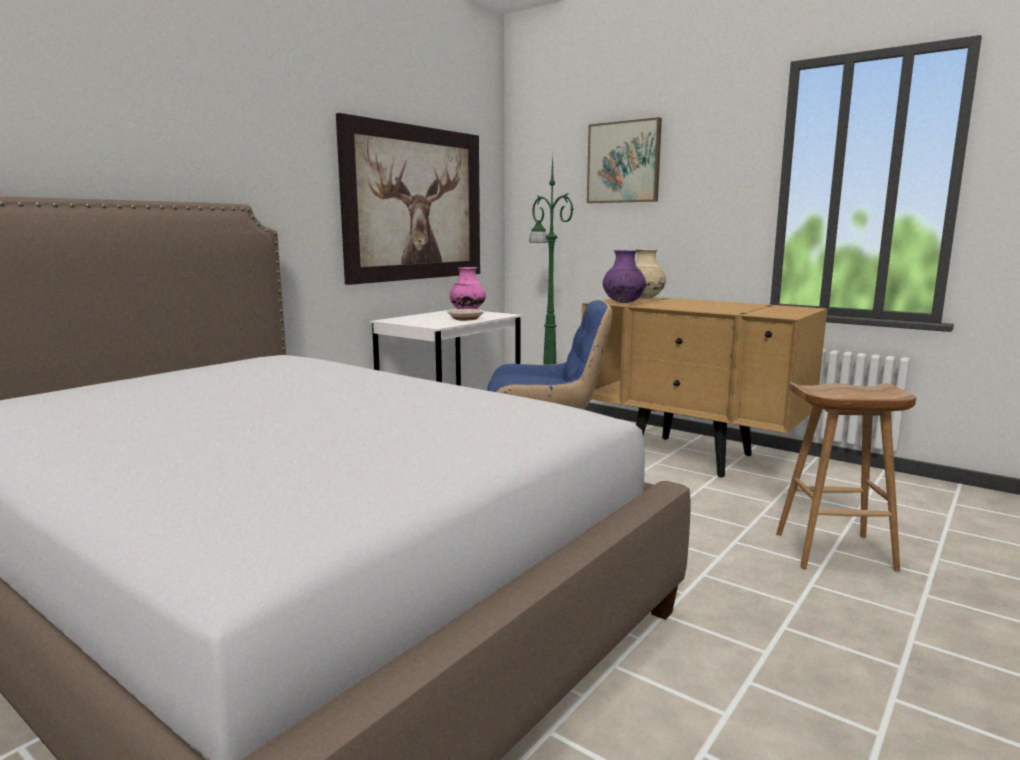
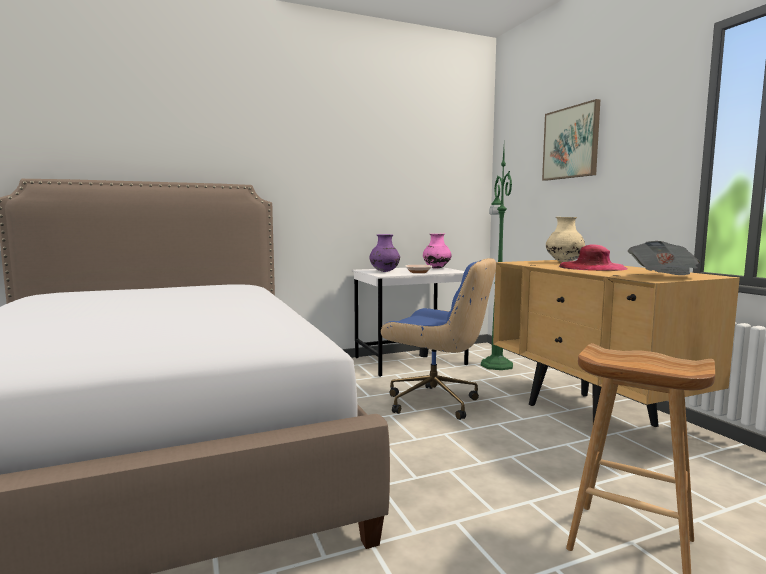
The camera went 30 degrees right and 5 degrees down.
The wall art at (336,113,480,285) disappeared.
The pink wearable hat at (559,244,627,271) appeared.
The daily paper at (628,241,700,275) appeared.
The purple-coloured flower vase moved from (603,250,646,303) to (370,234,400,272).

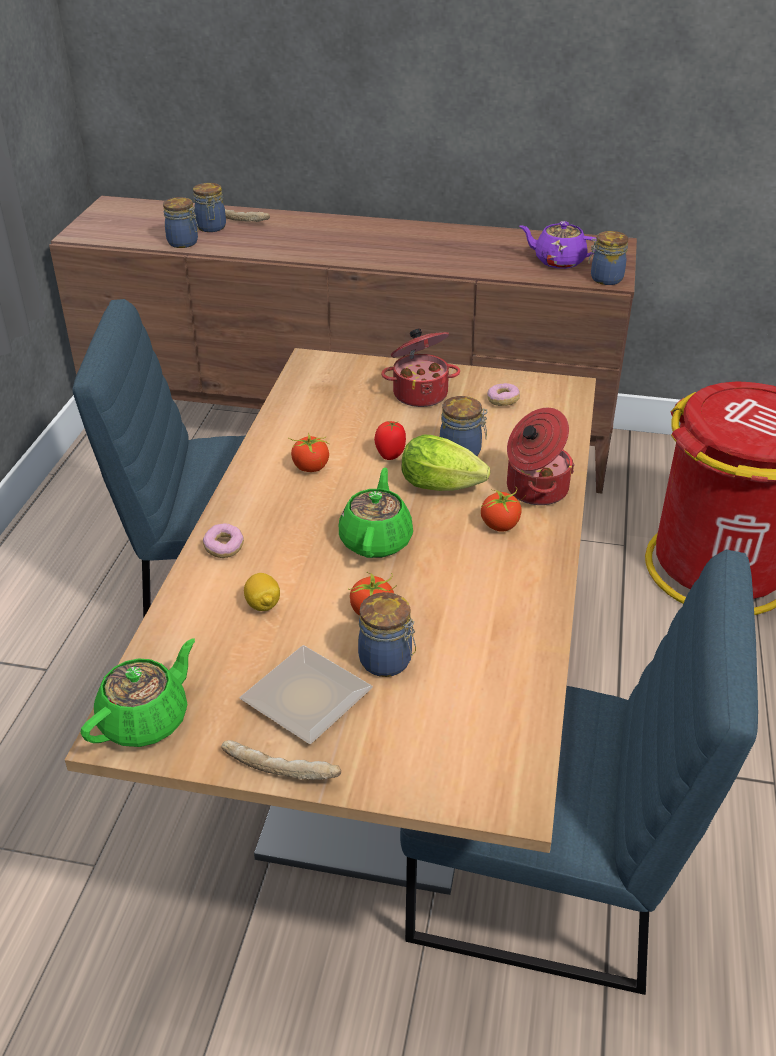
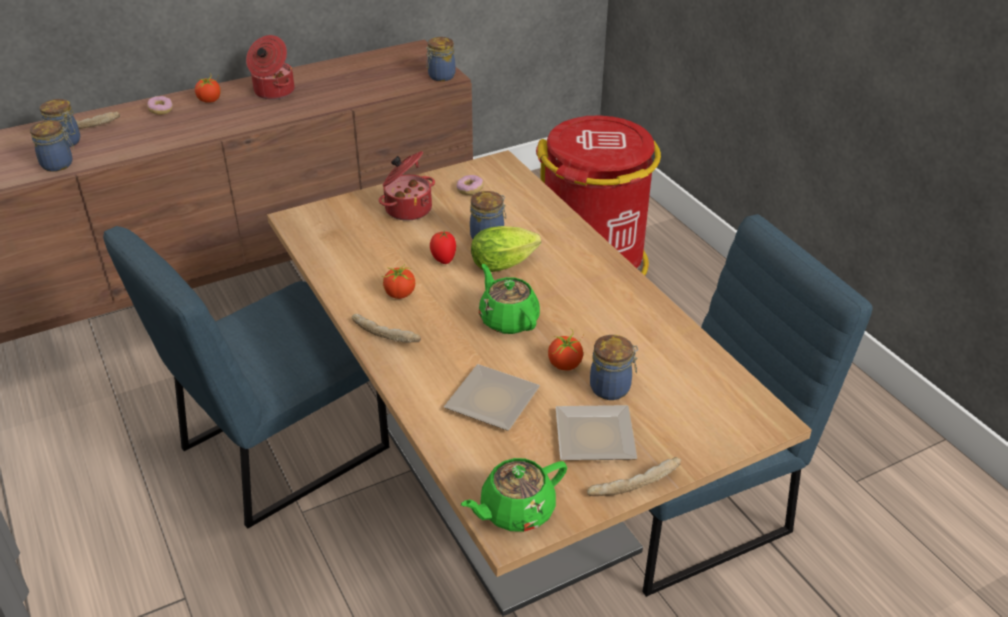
The camera went 40 degrees left and 0 degrees up.
The purple-coloured tea pot at (519,221,596,269) disappeared.
The bread at (352,314,421,343) appeared.
The donut moved from (203,523,244,558) to (147,96,173,115).
The fresh tomato moved from (481,487,525,532) to (195,73,221,103).
The stockpot moved from (507,408,575,505) to (246,35,295,100).
The lemon at (244,573,280,611) was replaced by the dinner plate at (444,364,540,431).
The greenish tea pot at (80,639,195,747) turned 120 degrees counterclockwise.

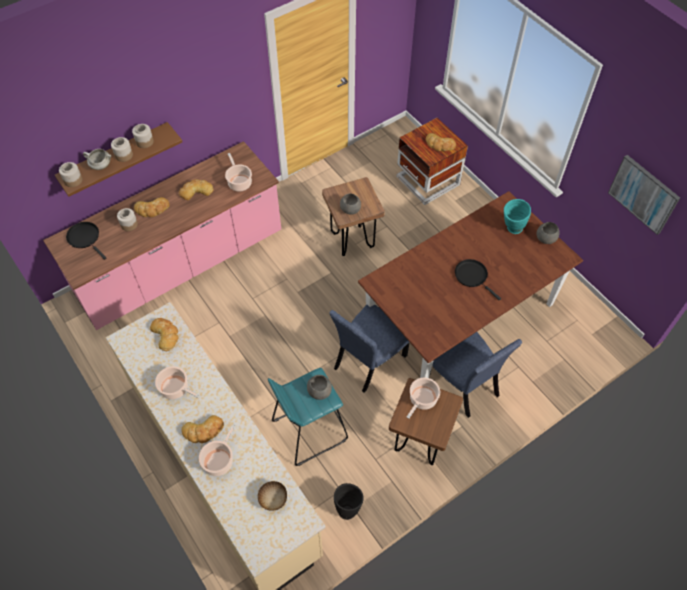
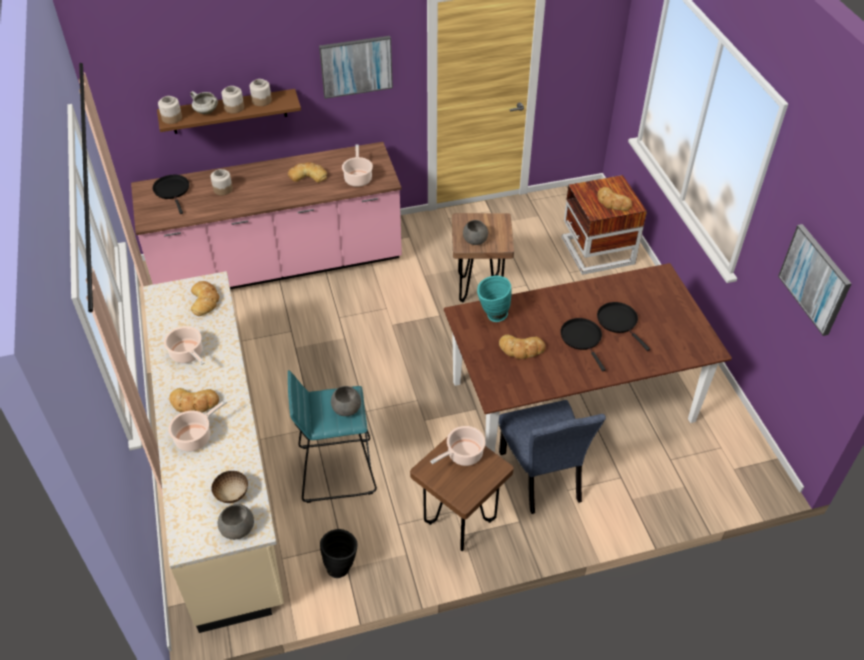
The camera went 20 degrees right and 10 degrees down.
The blue upright chair at (329,305,410,393) disappeared.
The wall art at (319,36,393,99) appeared.
The black-coloured pan at (597,302,650,351) appeared.
The bread moved from (134,197,170,217) to (499,335,545,359).
The blue-green flower vase moved from (504,199,531,234) to (477,276,512,322).
The grey deep dish moved from (537,222,559,244) to (218,504,254,540).

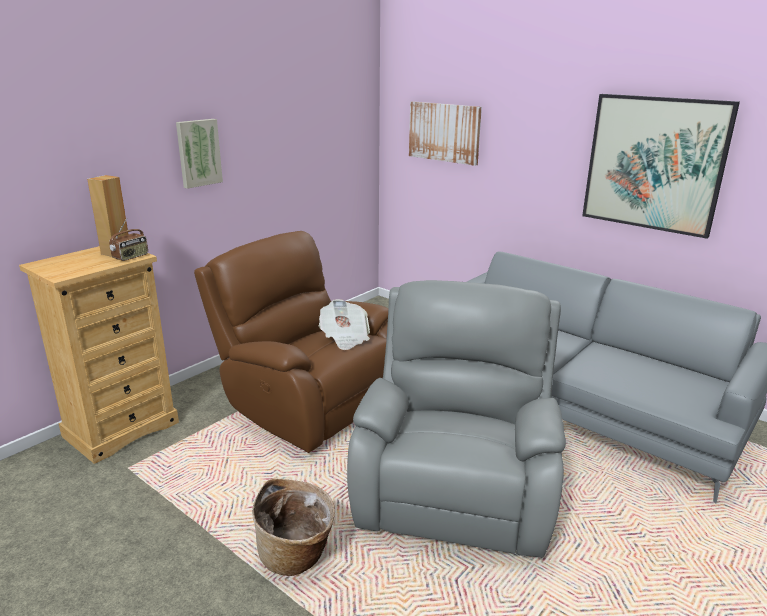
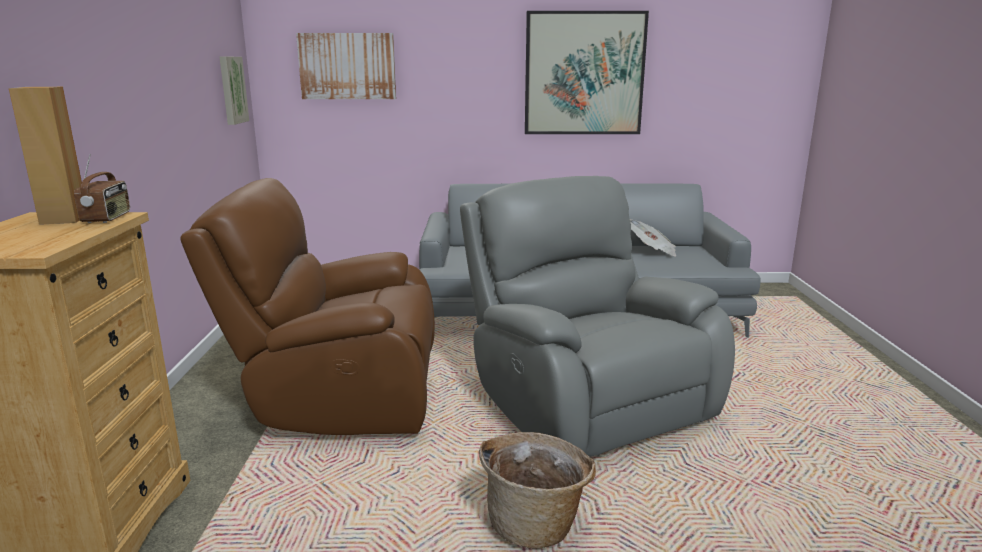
The camera went 40 degrees left and 5 degrees down.
The wall art moved from (176,119,223,189) to (219,56,249,125).
The daily paper moved from (319,299,370,350) to (630,219,676,257).

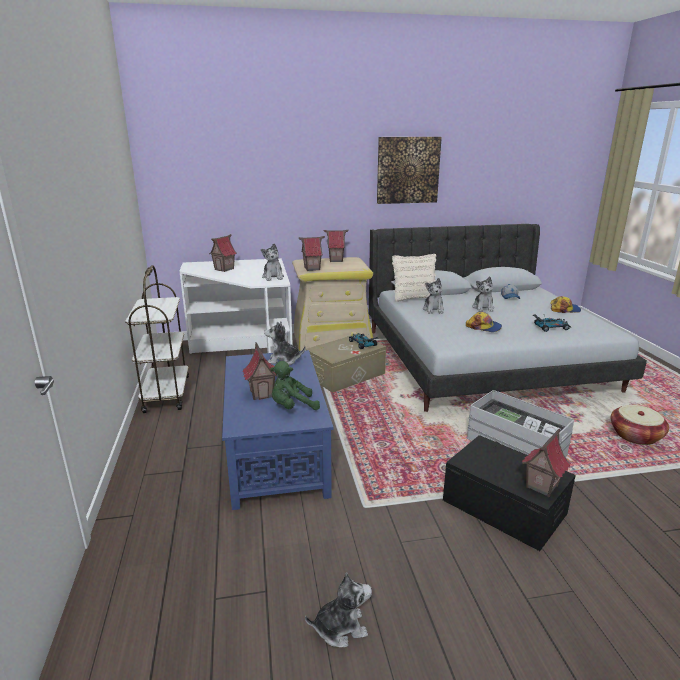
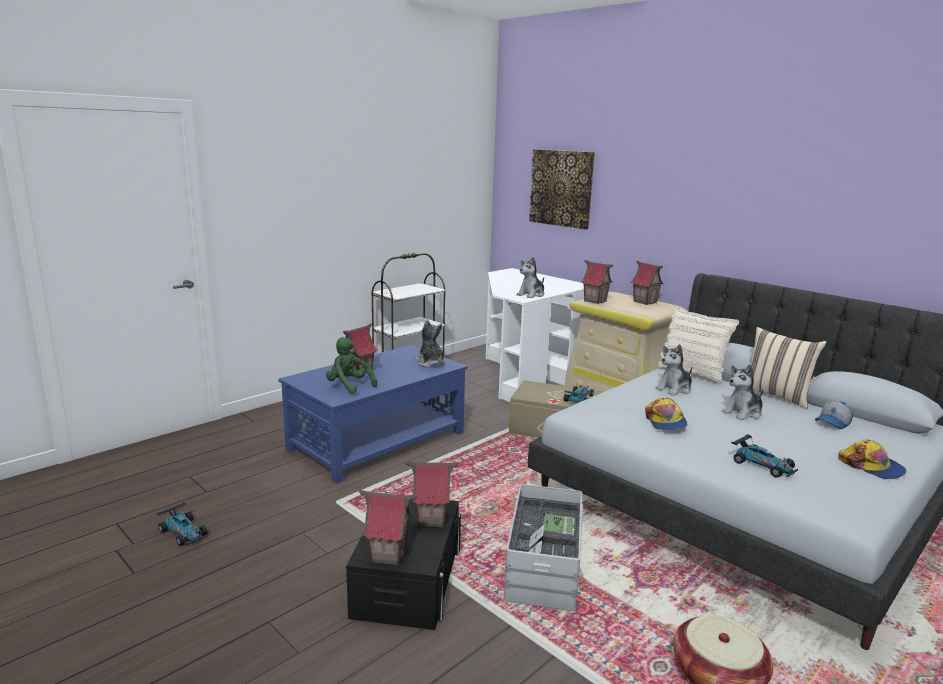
The camera went 55 degrees right and 5 degrees down.
The beige pillow at (750,327,827,409) appeared.
The miniature house moved from (209,234,237,272) to (405,461,459,528).
The wall art moved from (377,137,442,204) to (529,150,595,230).
The cuddly toy at (305,572,372,647) was replaced by the model car at (157,502,208,546).

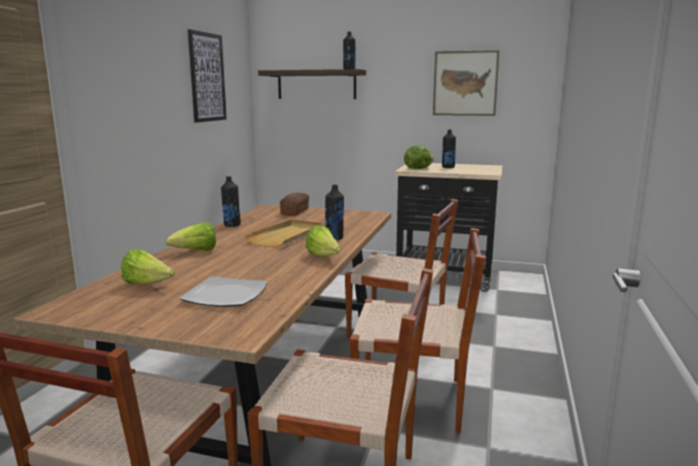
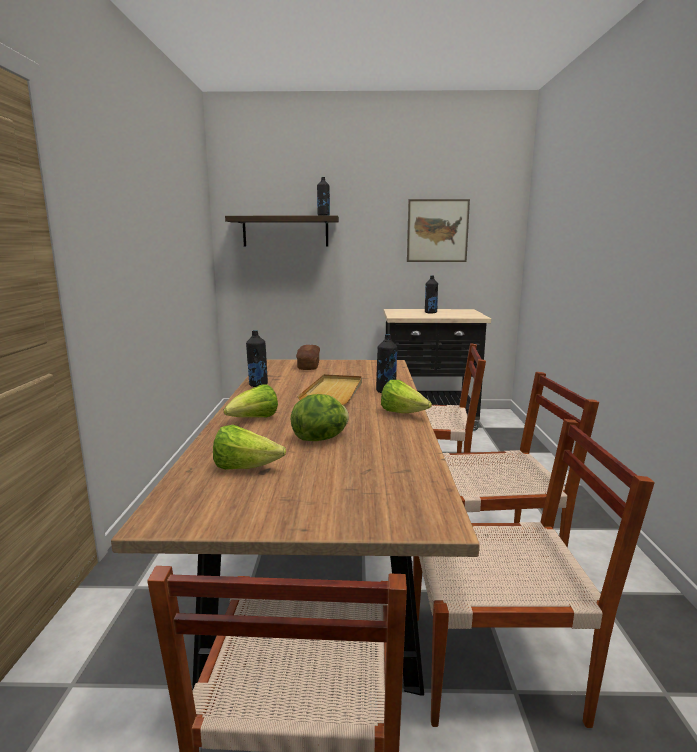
The camera went 15 degrees left and 0 degrees up.
The dinner plate at (180,276,268,307) disappeared.
The wall art at (188,29,227,123) disappeared.
The lettuce head moved from (404,145,434,169) to (291,394,349,441).

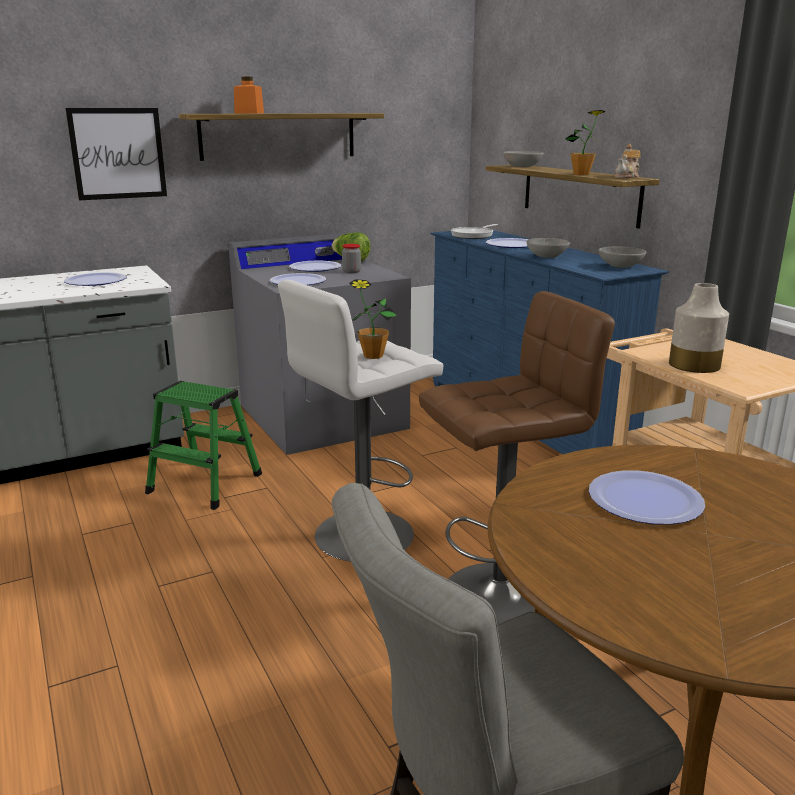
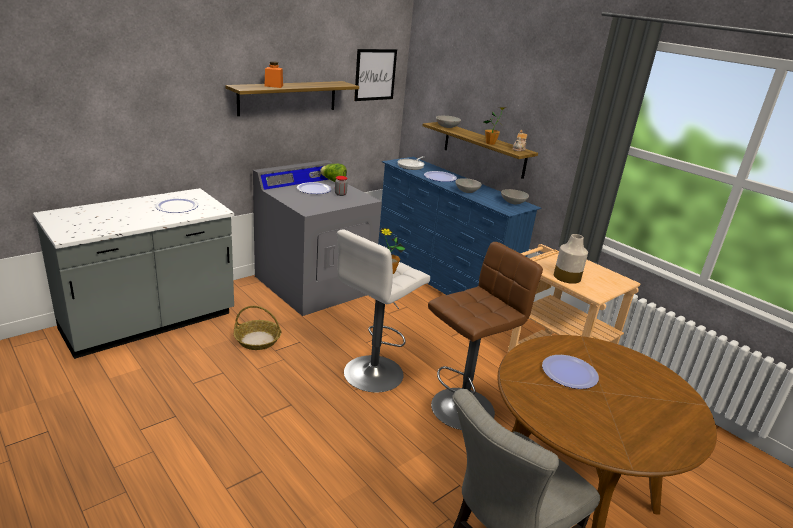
The camera went 15 degrees left and 5 degrees up.
The dinner plate at (270,273,326,285) disappeared.
The wall art moved from (65,108,167,200) to (354,49,397,101).
The greenish step ladder at (145,380,262,510) was replaced by the basket at (234,306,281,350).

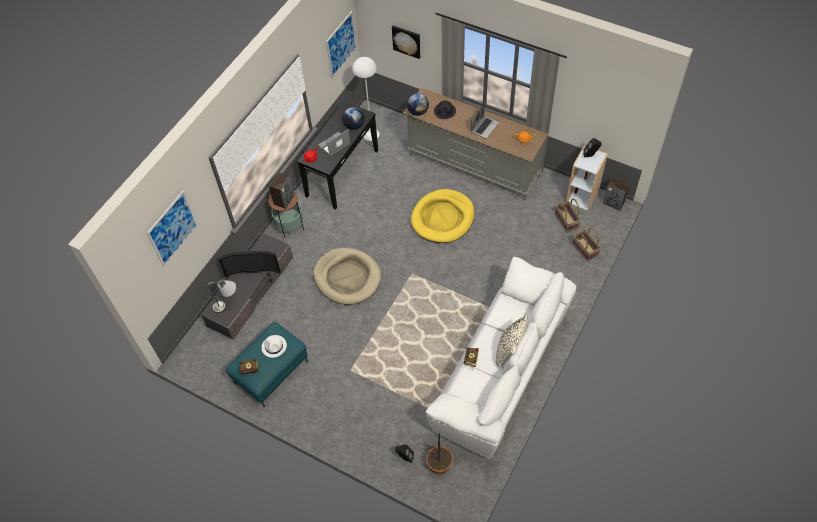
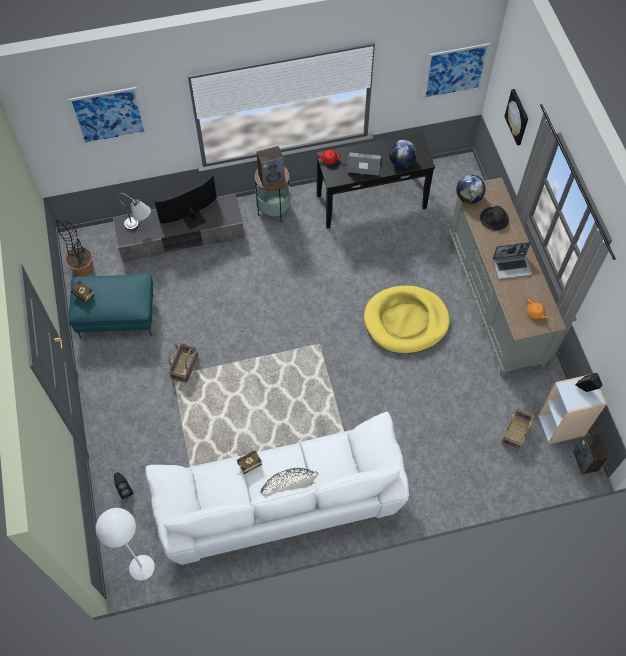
The camera went 45 degrees right and 5 degrees up.
The whitish wearable hat at (261,335,287,358) disappeared.
The beige dog bed at (313,248,381,305) disappeared.
The whitish floor lamp moved from (352,57,380,141) to (96,508,155,580).
The plant in a pot moved from (426,433,453,475) to (56,220,93,277).
The basket moved from (572,227,601,262) to (168,343,199,384).
The TV at (219,251,280,277) turned 105 degrees clockwise.

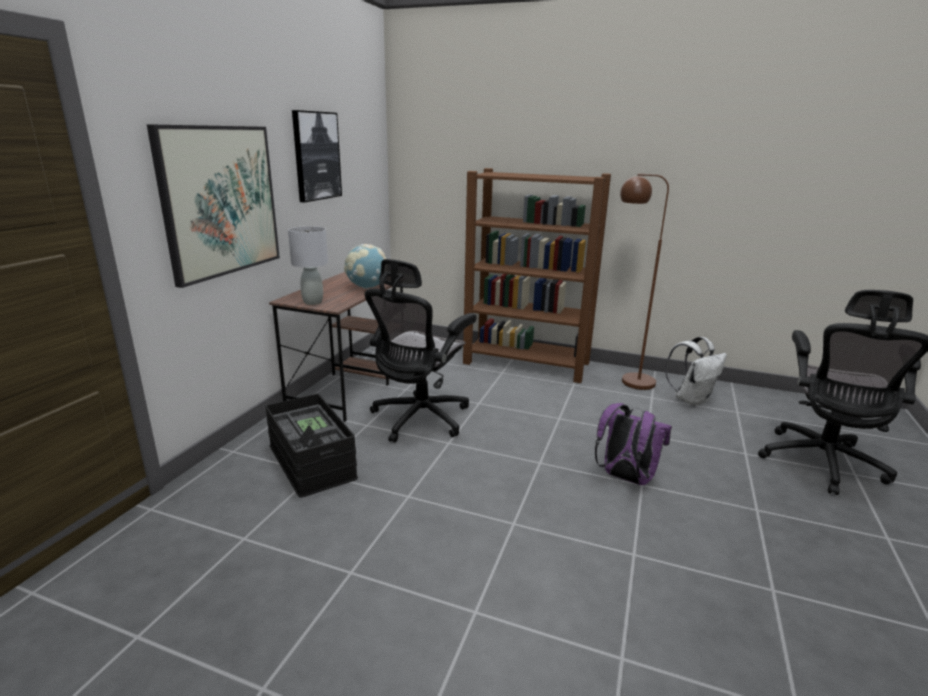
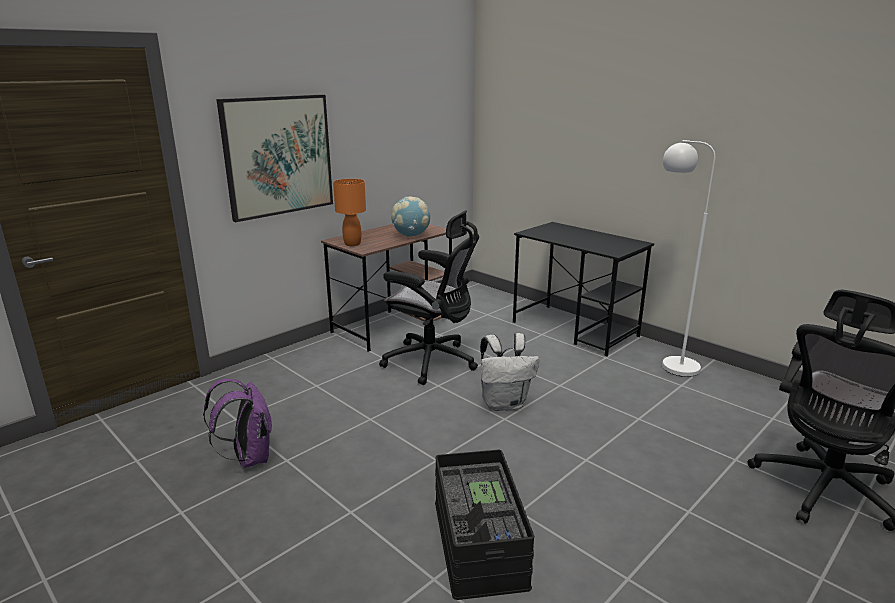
The camera went 25 degrees right and 0 degrees up.
The wall art at (292,110,342,203) disappeared.
The black-coloured storage box moved from (266,394,358,498) to (435,450,534,600).
The purple-coloured knapsack moved from (595,403,672,485) to (203,379,272,468).
The whitish knapsack moved from (665,337,727,406) to (480,333,539,411).
The brown-coloured bookshelf at (463,168,611,383) was replaced by the black-coloured desk at (513,222,654,357).
The grey lamp for a table at (288,226,328,305) became the orangey lamp for a table at (333,179,366,246).
The brown-coloured floor lamp at (620,174,669,390) became the whitish floor lamp at (662,140,715,377).
The desk chair at (365,259,476,443) turned 120 degrees counterclockwise.

